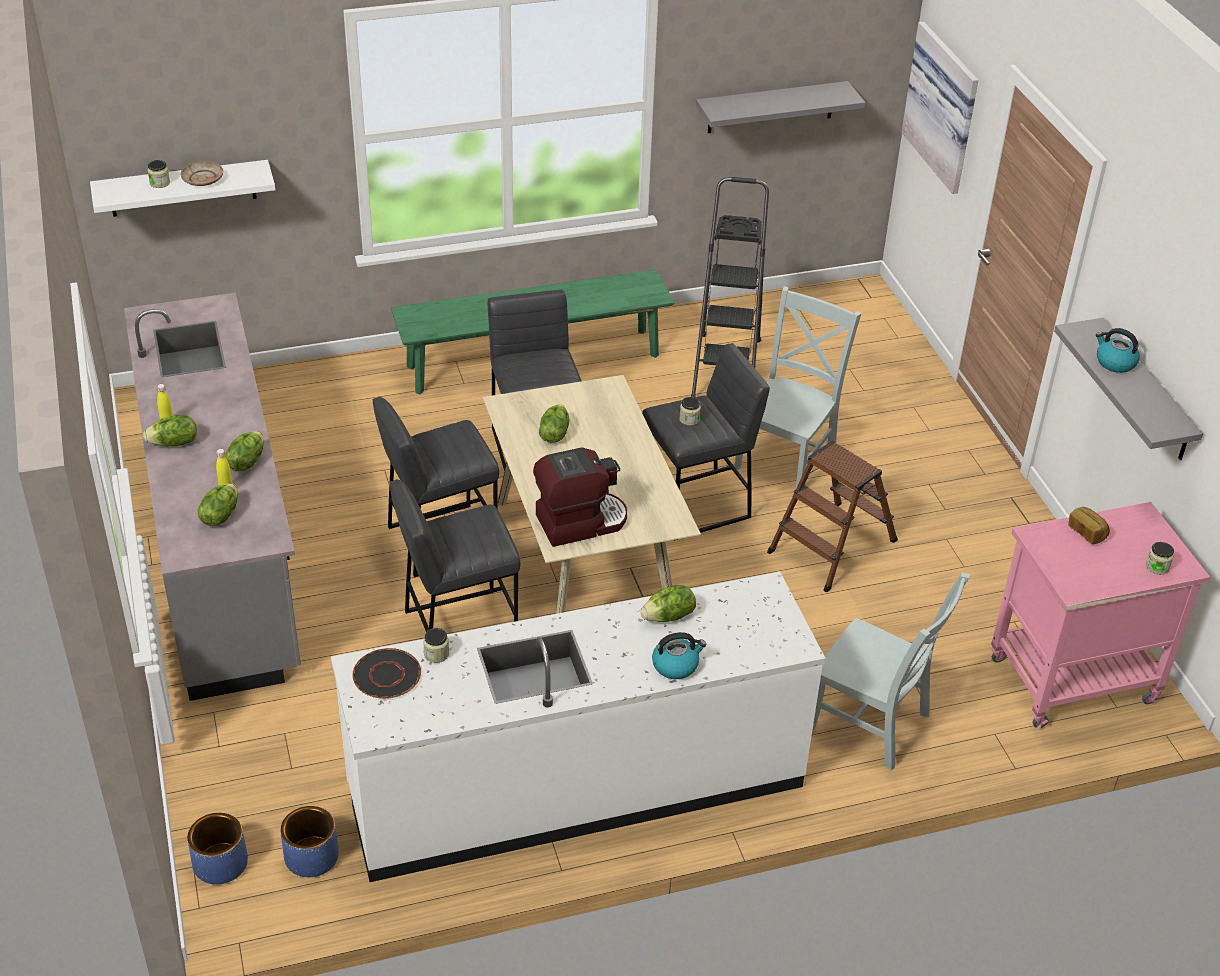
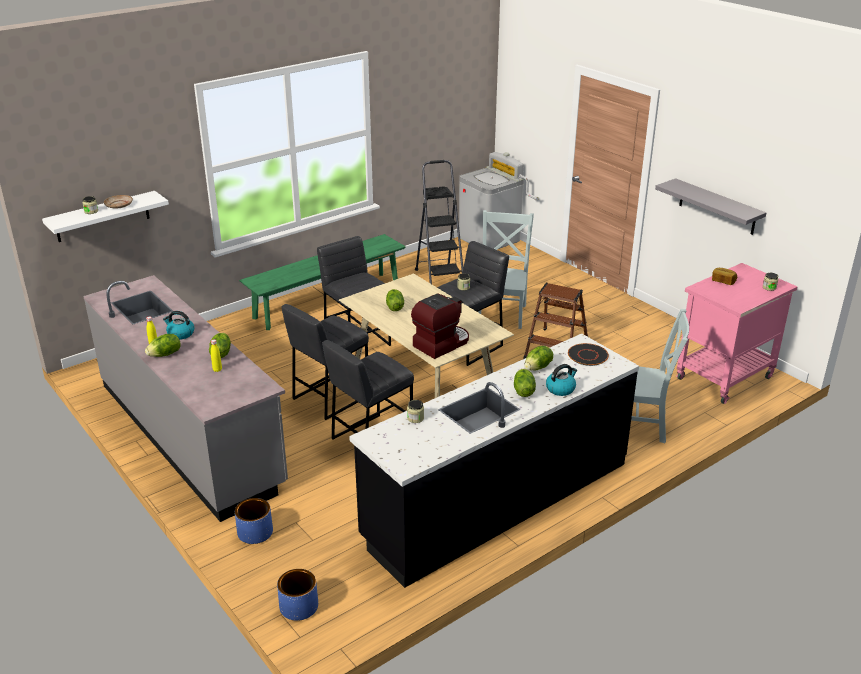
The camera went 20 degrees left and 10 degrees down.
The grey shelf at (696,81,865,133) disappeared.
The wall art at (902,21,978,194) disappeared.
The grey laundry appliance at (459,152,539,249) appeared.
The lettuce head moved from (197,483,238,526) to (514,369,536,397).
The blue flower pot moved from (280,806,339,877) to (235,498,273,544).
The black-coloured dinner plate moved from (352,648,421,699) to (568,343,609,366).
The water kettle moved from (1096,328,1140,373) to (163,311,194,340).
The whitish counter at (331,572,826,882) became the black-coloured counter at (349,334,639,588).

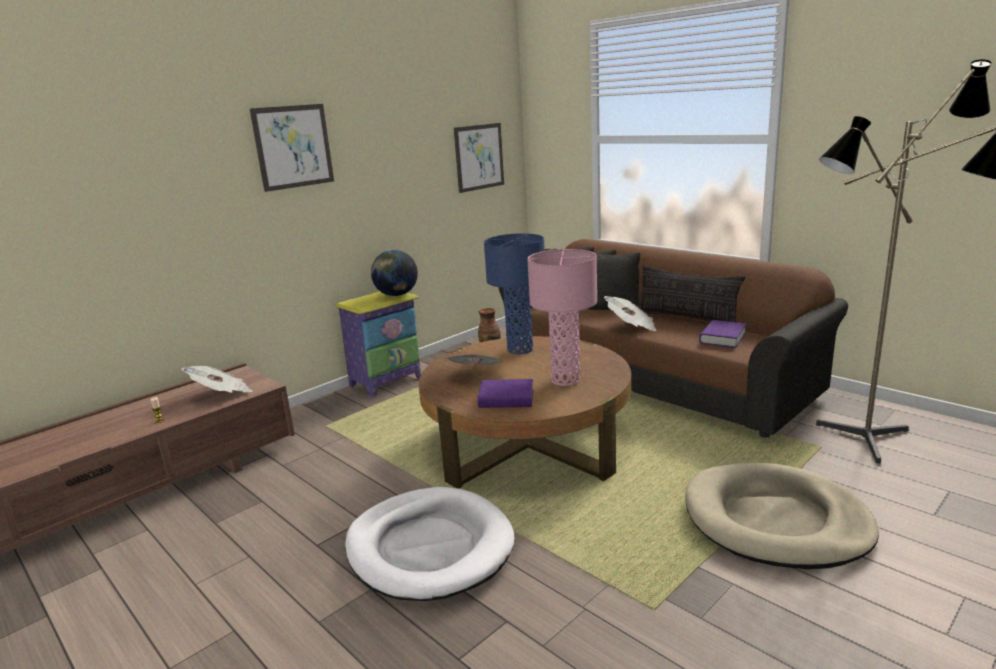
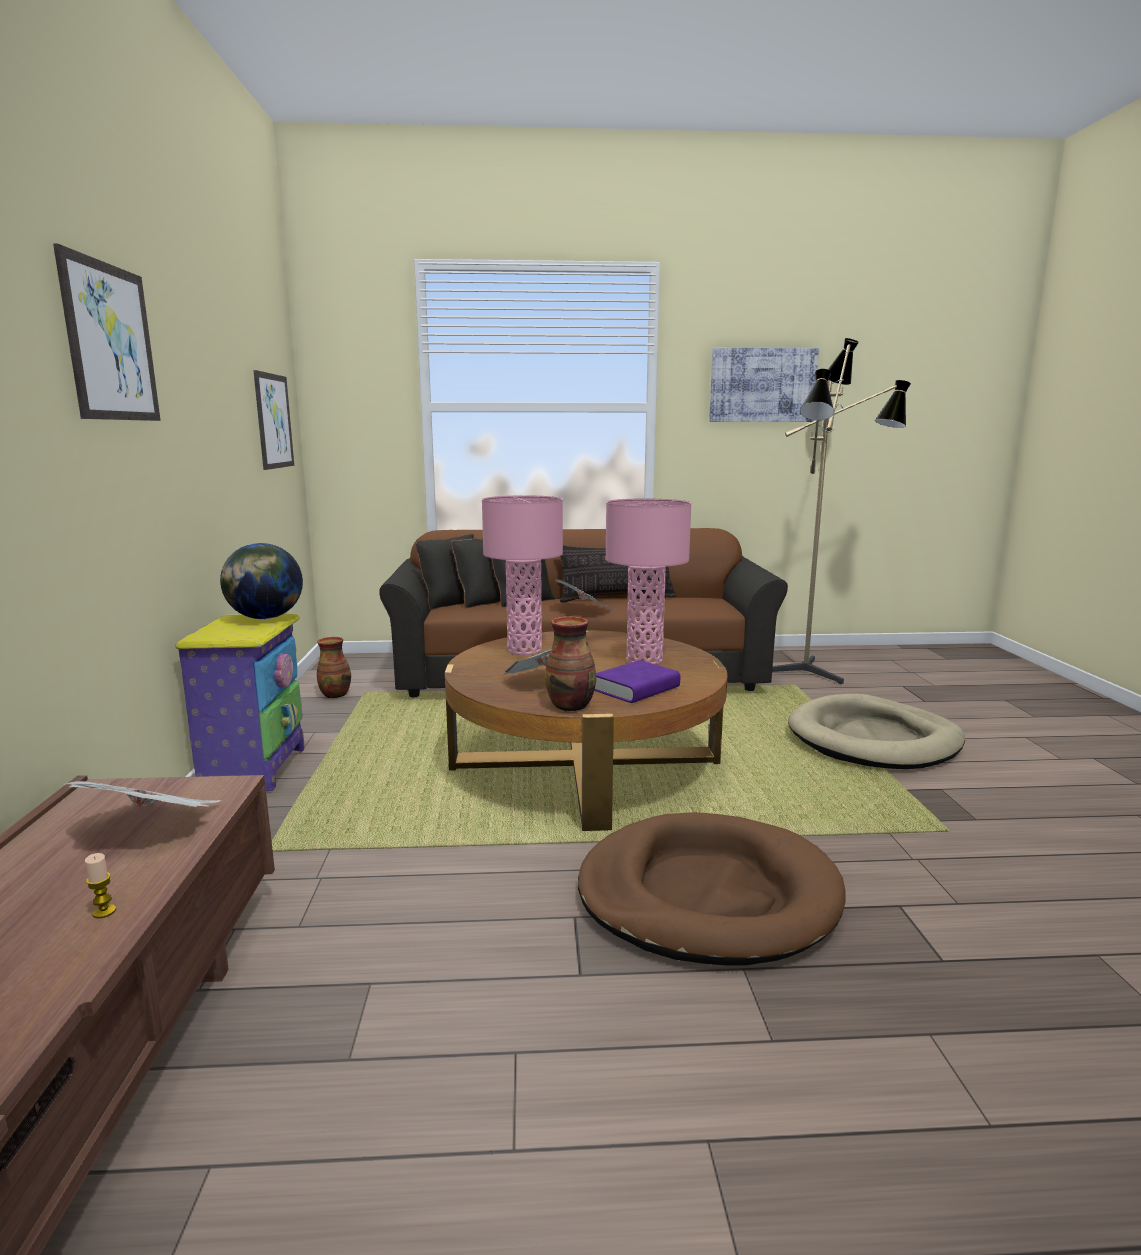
The camera went 50 degrees left and 5 degrees down.
The purple-coloured book at (699,320,747,348) disappeared.
The flower vase at (545,616,596,711) appeared.
The wall art at (709,348,819,422) appeared.
The whitish dog bed at (345,487,514,601) became the brown-coloured dog bed at (578,812,846,966).
The blue lamp for a table at (484,233,545,354) became the pink lamp for a table at (482,495,563,655).

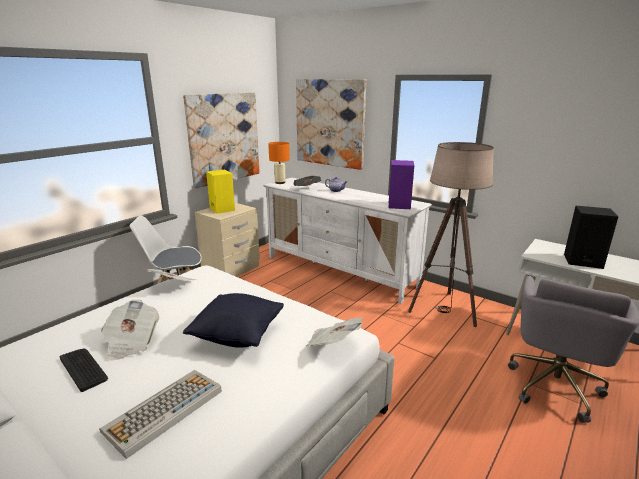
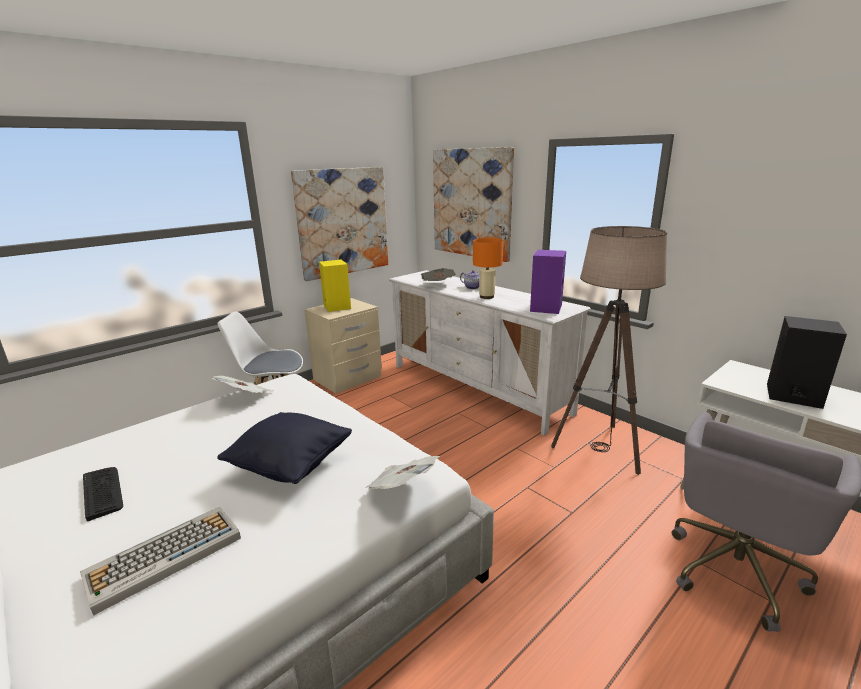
The camera went 10 degrees right and 0 degrees up.
The daily paper at (101,300,159,361) disappeared.
The orangey lamp for a table moved from (269,142,290,184) to (473,238,503,299).

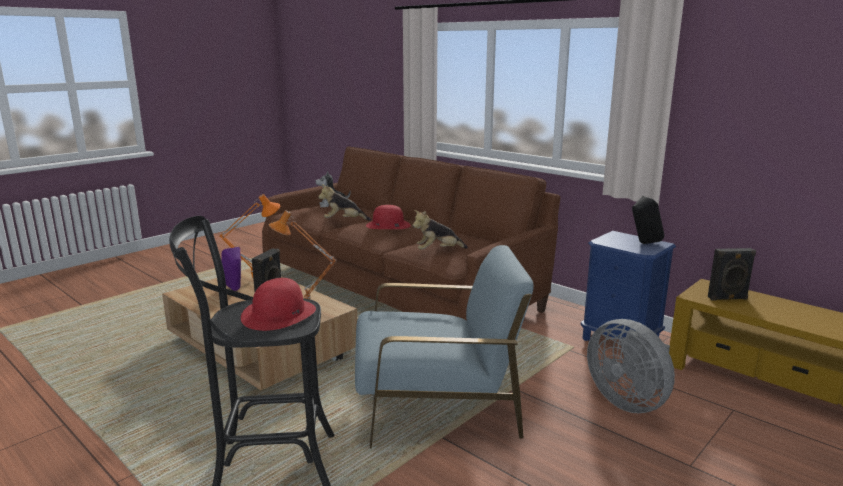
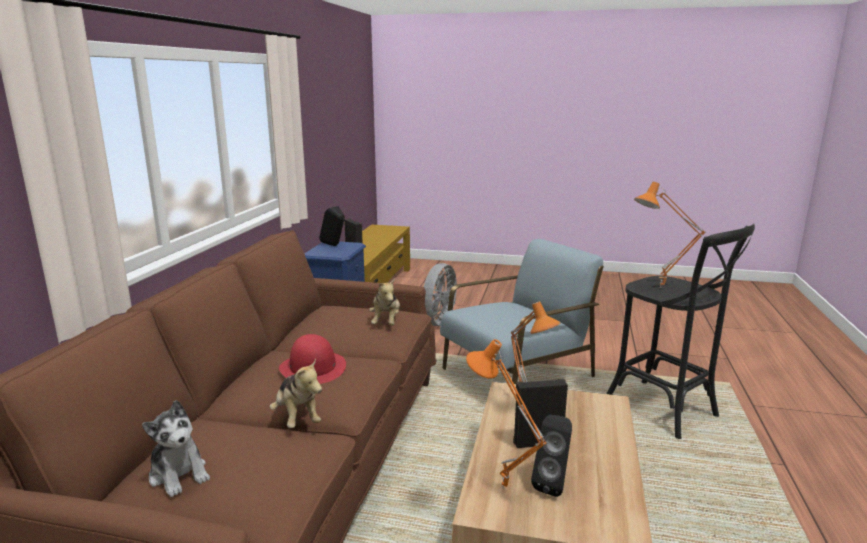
The camera went 120 degrees left and 0 degrees up.
The reddish wearable hat at (241,278,316,331) was replaced by the orangey lamp for a table at (634,182,706,288).
The purple-coloured loudspeaker at (221,247,241,291) became the black-coloured loudspeaker at (531,415,572,497).
The blue lounge chair at (355,245,534,448) turned 90 degrees clockwise.
The cuddly toy at (412,210,468,250) turned 45 degrees clockwise.

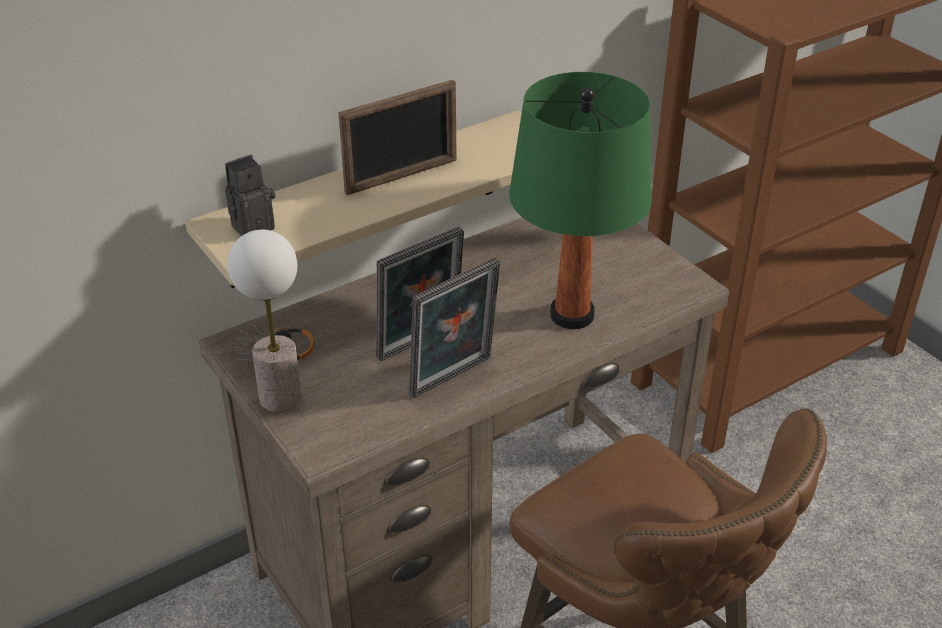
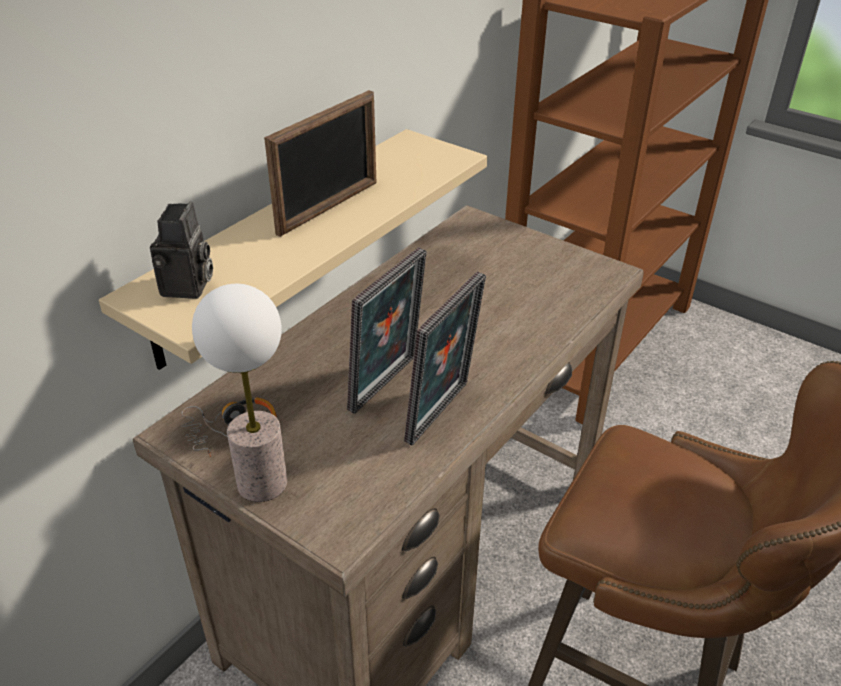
The camera went 20 degrees left and 0 degrees up.
The greenish lamp for a table at (509,72,652,329) disappeared.
The still camera at (225,154,275,236) turned 150 degrees clockwise.

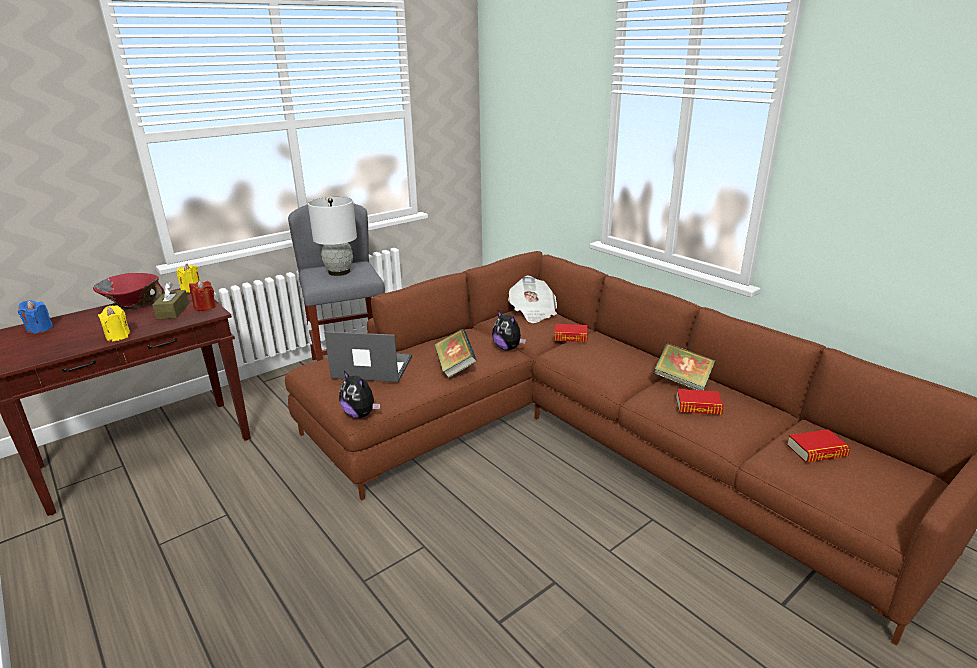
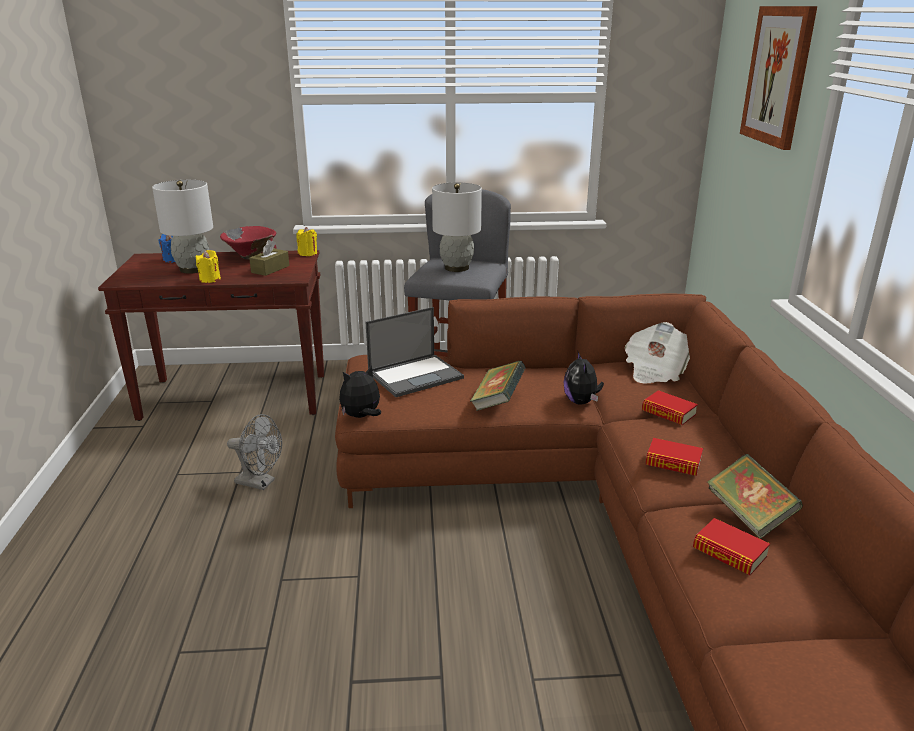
The camera went 35 degrees right and 0 degrees up.
The reddish candle at (189,280,216,311) disappeared.
The whitish lamp for a table at (152,180,213,274) appeared.
The grey electric fan at (227,414,282,490) appeared.
The wall art at (740,6,817,150) appeared.
The book moved from (787,429,850,463) to (646,438,703,476).
The laptop at (324,331,412,382) turned 105 degrees clockwise.
The cuddly toy at (339,371,380,418) turned 75 degrees clockwise.

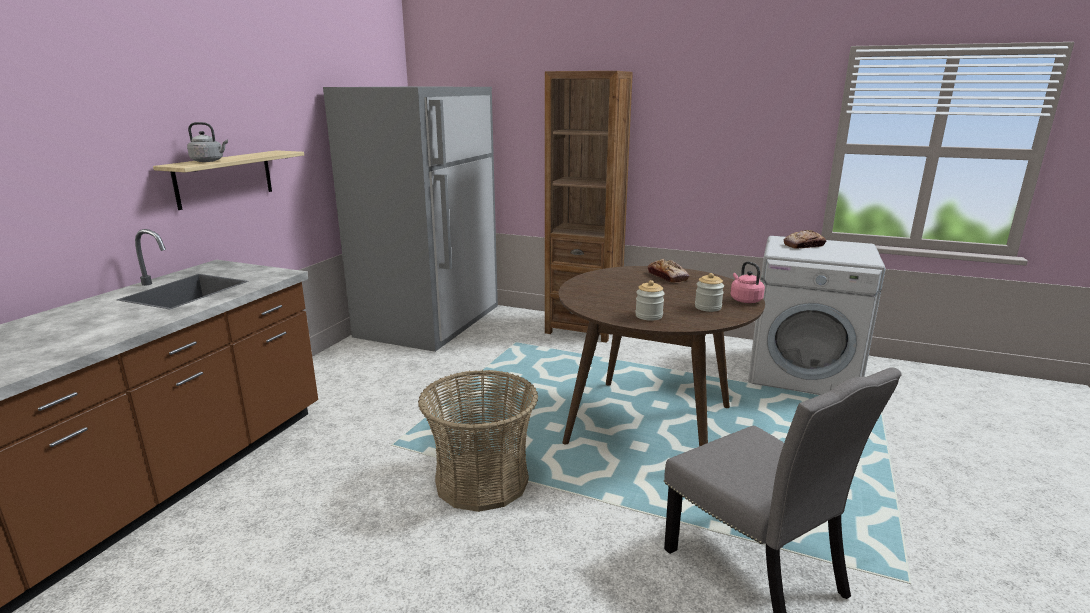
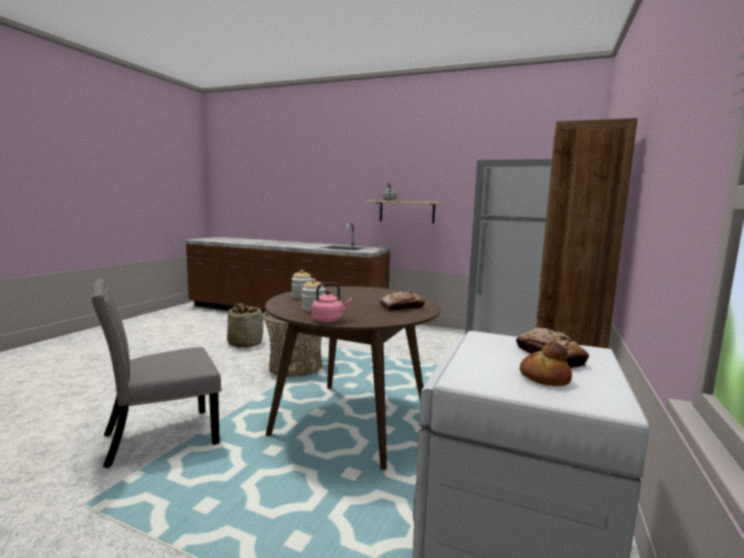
The camera went 90 degrees right and 10 degrees down.
The basket at (227,303,263,348) appeared.
The bread at (520,342,572,386) appeared.

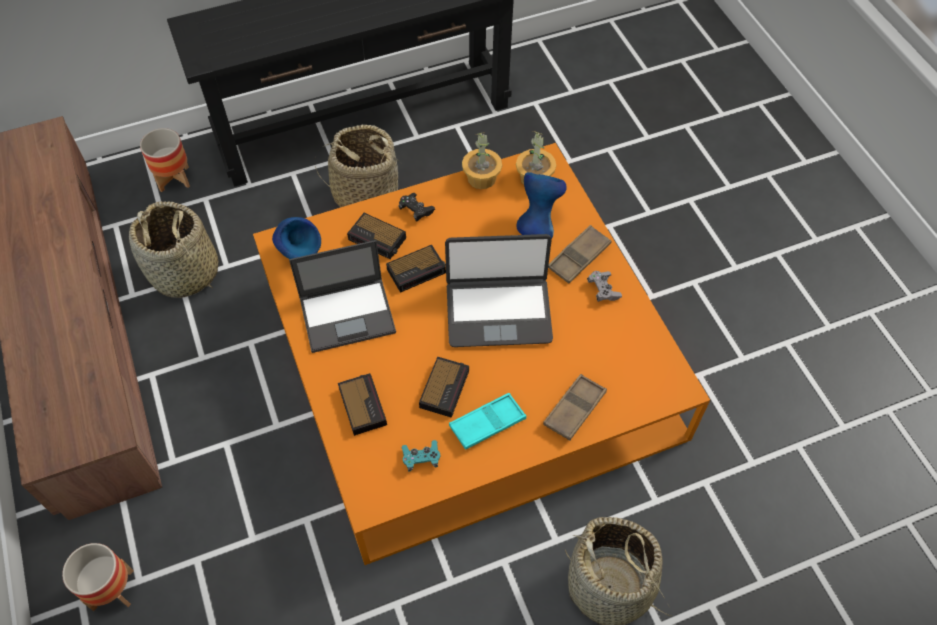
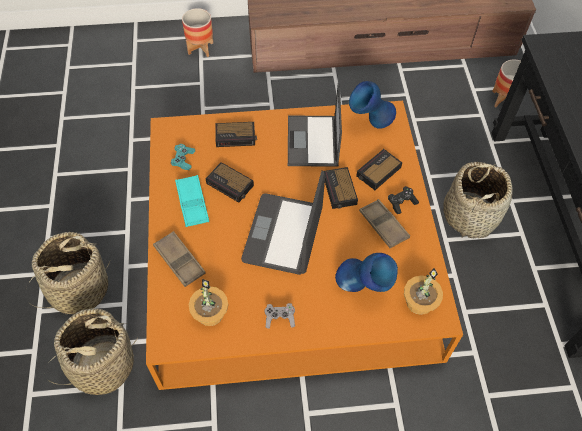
The camera went 105 degrees right and 0 degrees up.
The basket moved from (129,201,218,298) to (44,308,137,395).
The plant in a pot moved from (462,132,502,189) to (188,279,228,326).
The brown-coloured tray moved from (548,225,612,284) to (359,199,410,248).

